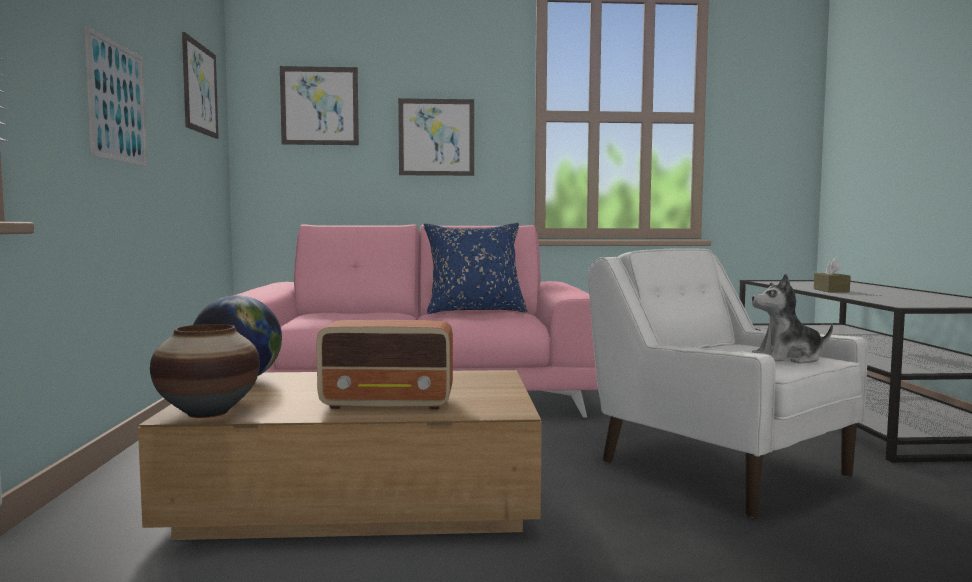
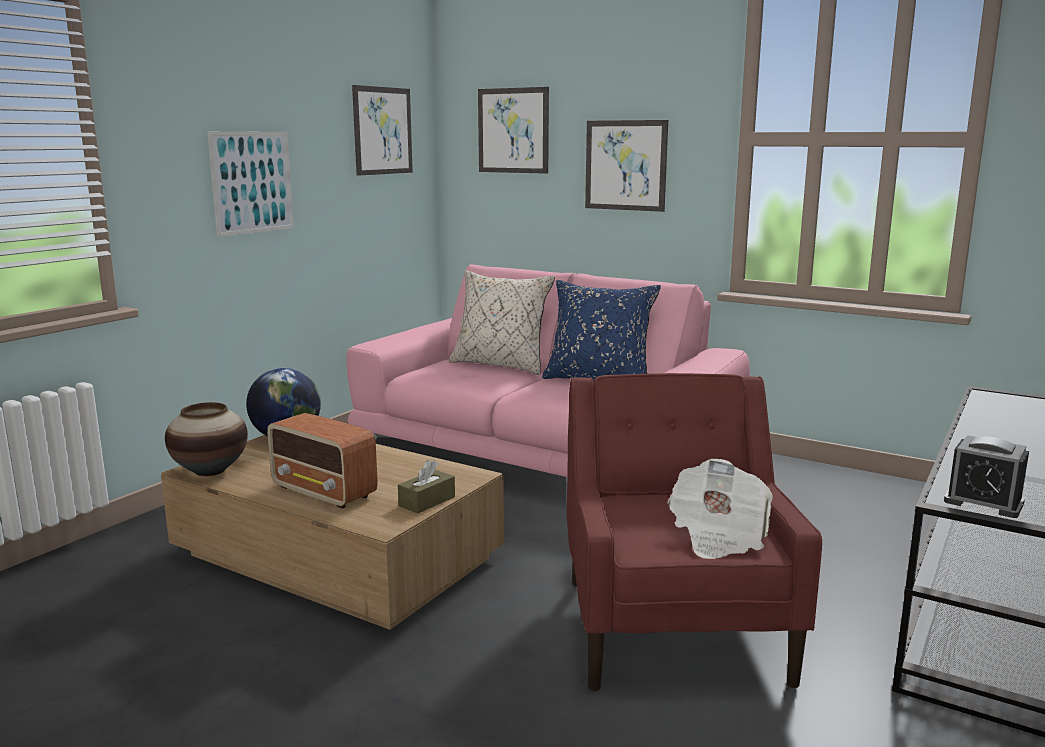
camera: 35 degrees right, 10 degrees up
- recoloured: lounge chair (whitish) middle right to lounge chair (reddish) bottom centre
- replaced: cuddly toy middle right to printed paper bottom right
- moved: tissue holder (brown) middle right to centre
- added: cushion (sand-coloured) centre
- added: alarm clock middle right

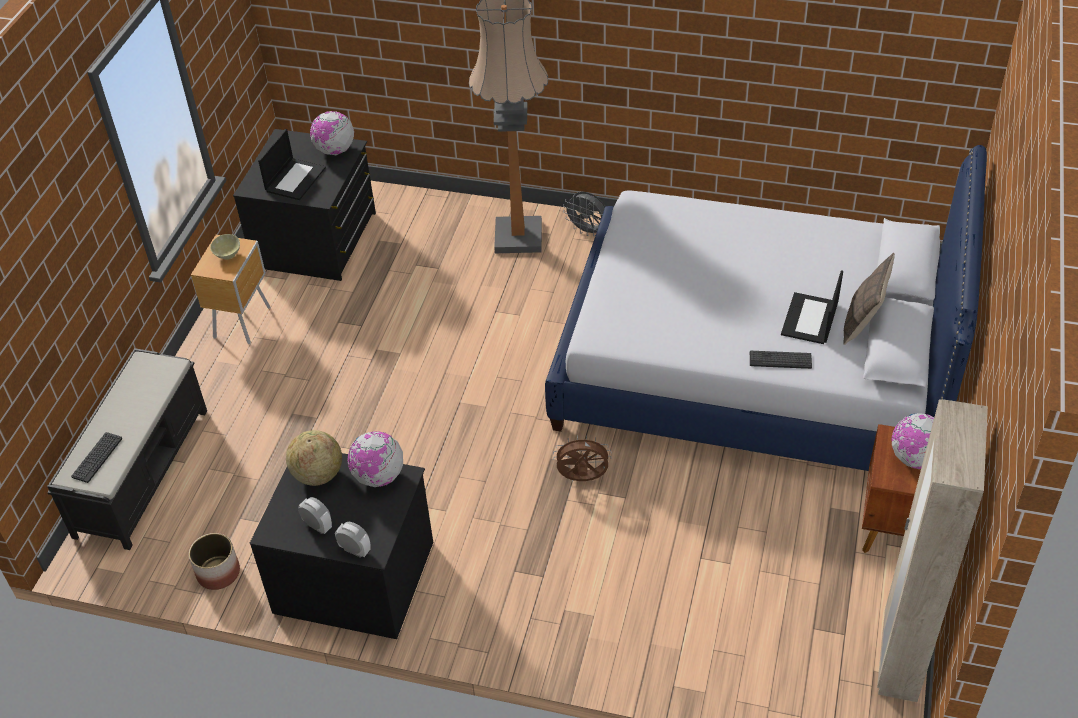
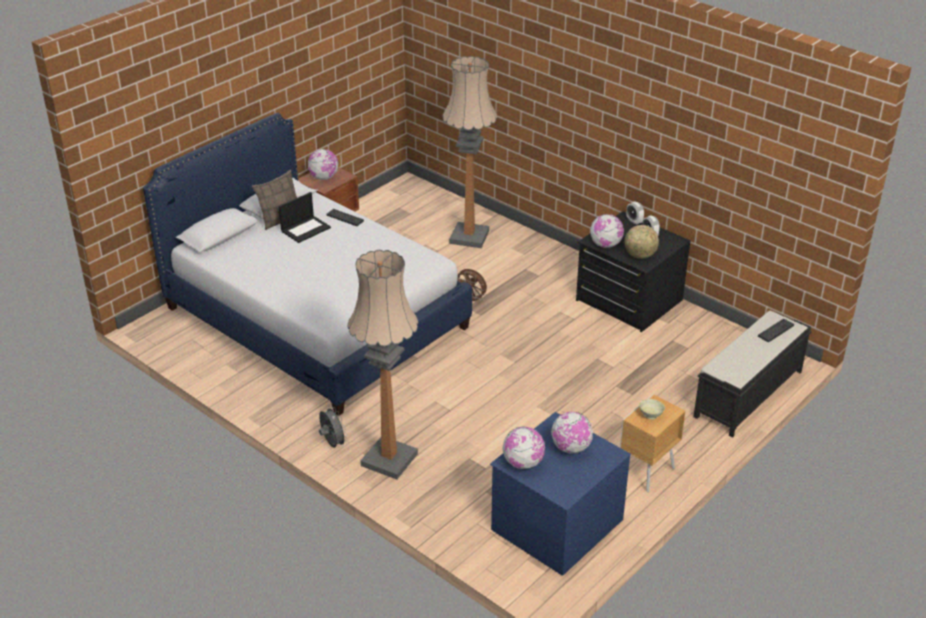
camera: 155 degrees left, 10 degrees down
- removed: plant pot bottom left
- recoloured: dresser (blackish) (1st from left) top left to dresser (bluish) bottom centre
- replaced: portable computer (1st from left) top left to world globe (3rd from left) bottom centre
- removed: armoire (sand-coloured) bottom right
- added: standing lamp (2nd from left) top centre

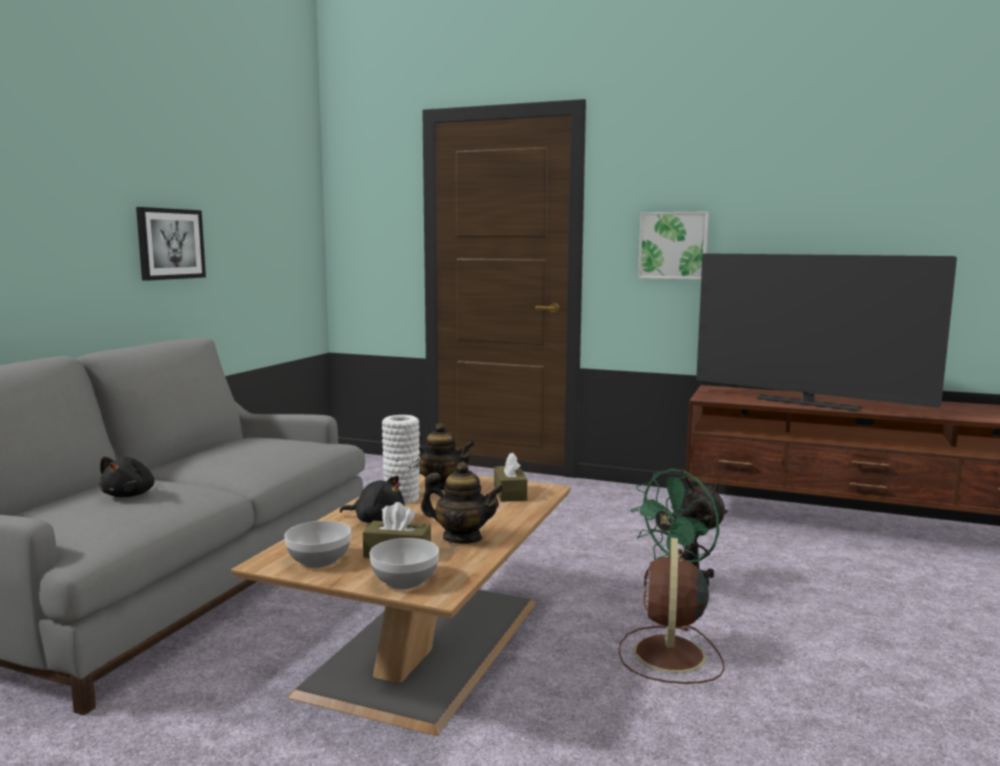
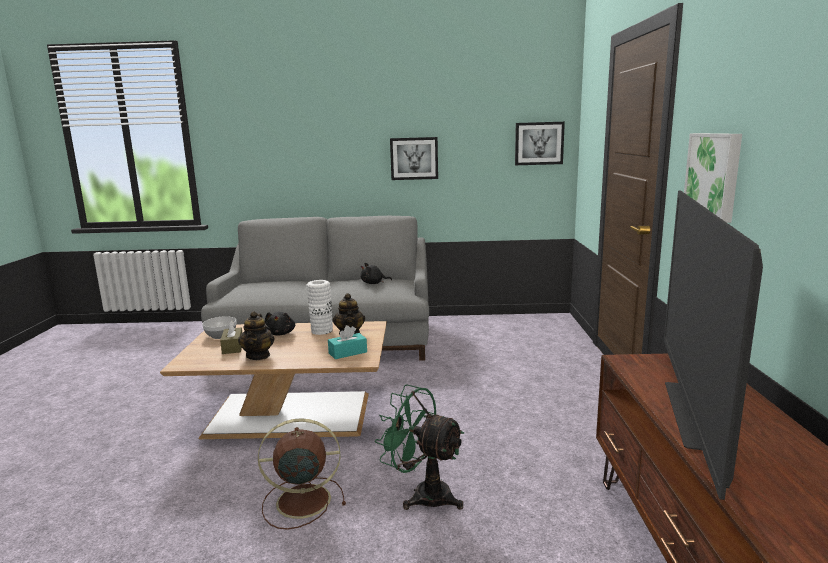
camera: 70 degrees right, 5 degrees up
- moved: cuddly toy (blackish) (1st from left in the first image) middle left to cuddly toy (blackish) (2nd from left) centre
- removed: serving bowl (2nd from left) bottom centre
- recoloured: tissue holder (brown) (2nd from left) centre to tissue holder (turquoise) centre
- added: picture (2nd from left) top centre

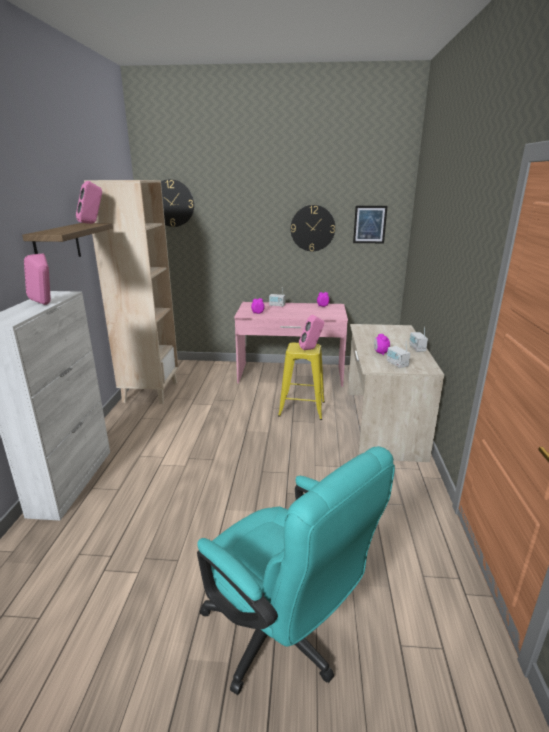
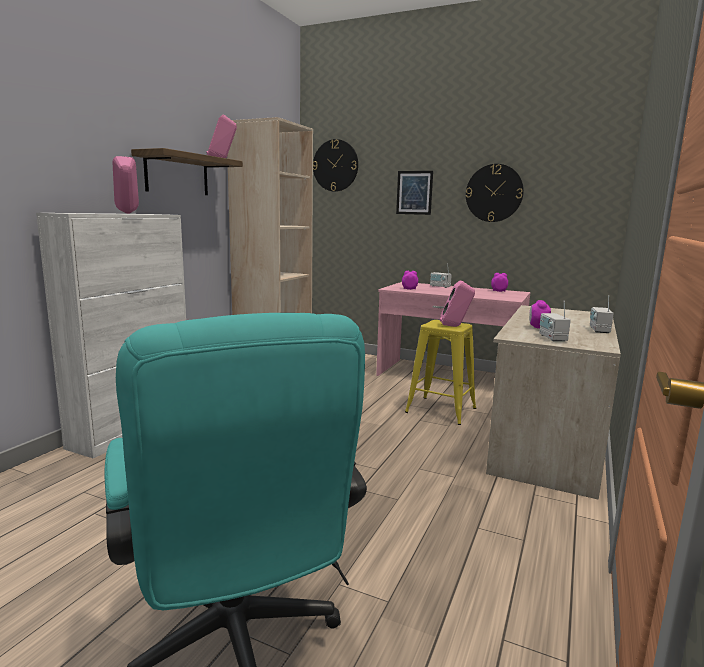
camera: 20 degrees right, 10 degrees down
- moved: picture top right to top centre

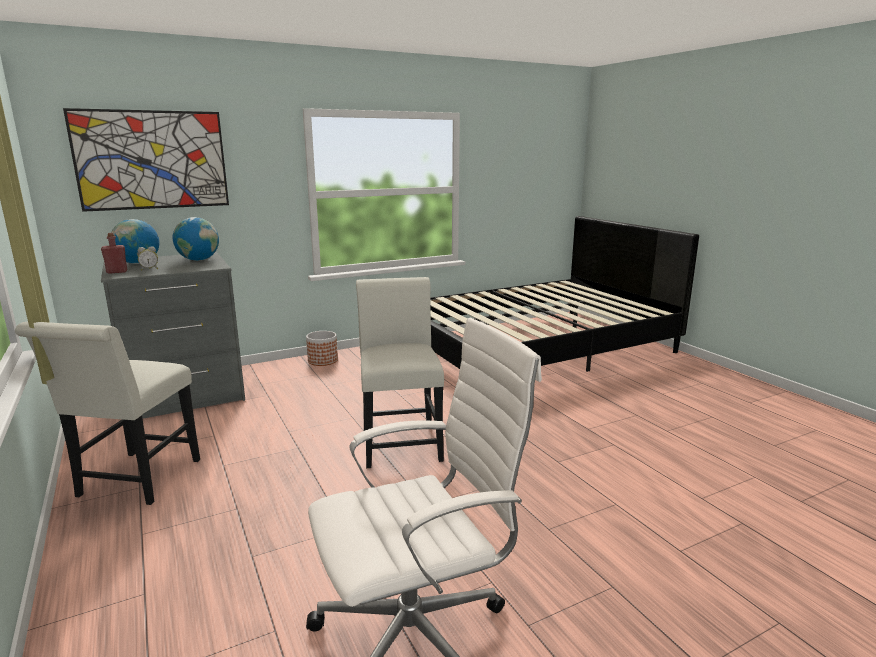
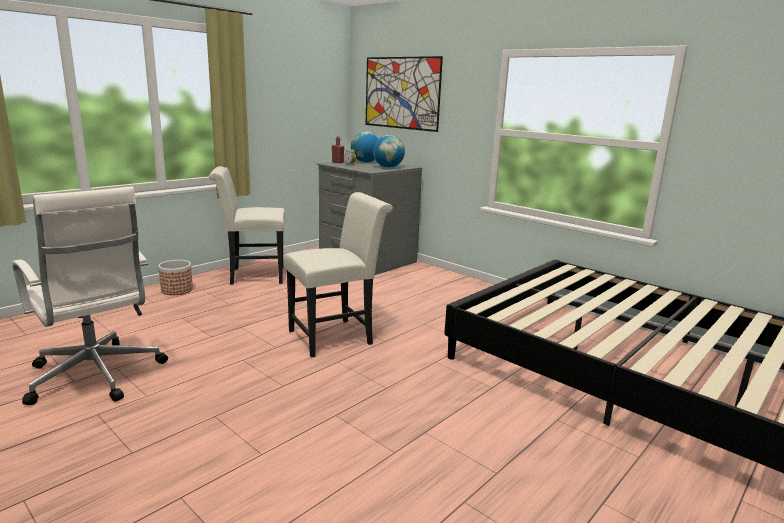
camera: 70 degrees right, 0 degrees up
- moved: plant pot centre to middle left

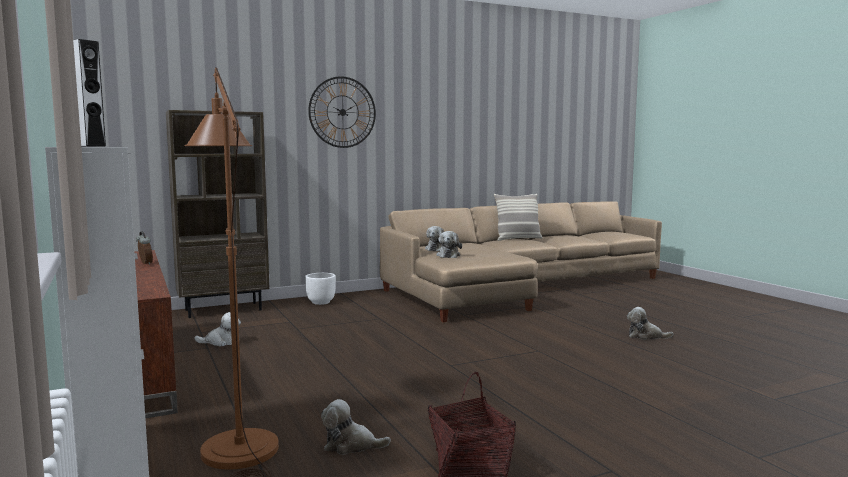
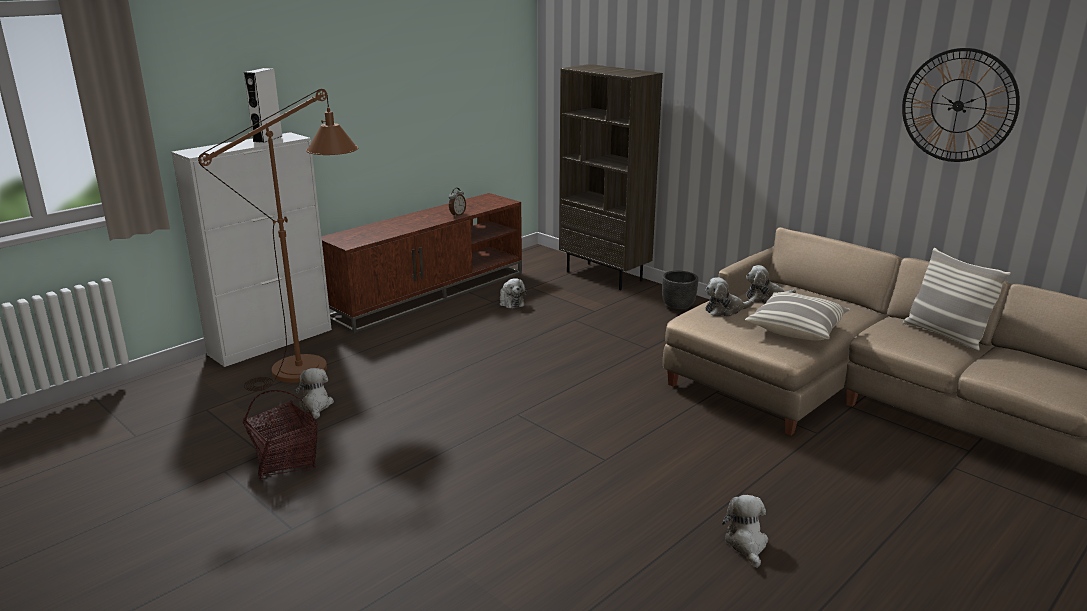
camera: 70 degrees right, 15 degrees up
- recoloured: plant pot (whitish) centre to plant pot (blackish) centre
- moved: wall clock top centre to top right
- added: cushion (1st from left) middle right

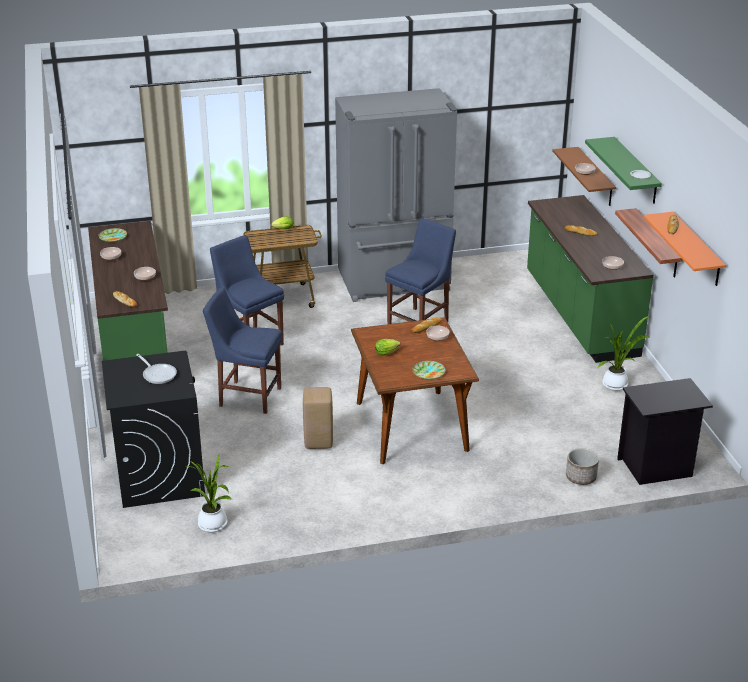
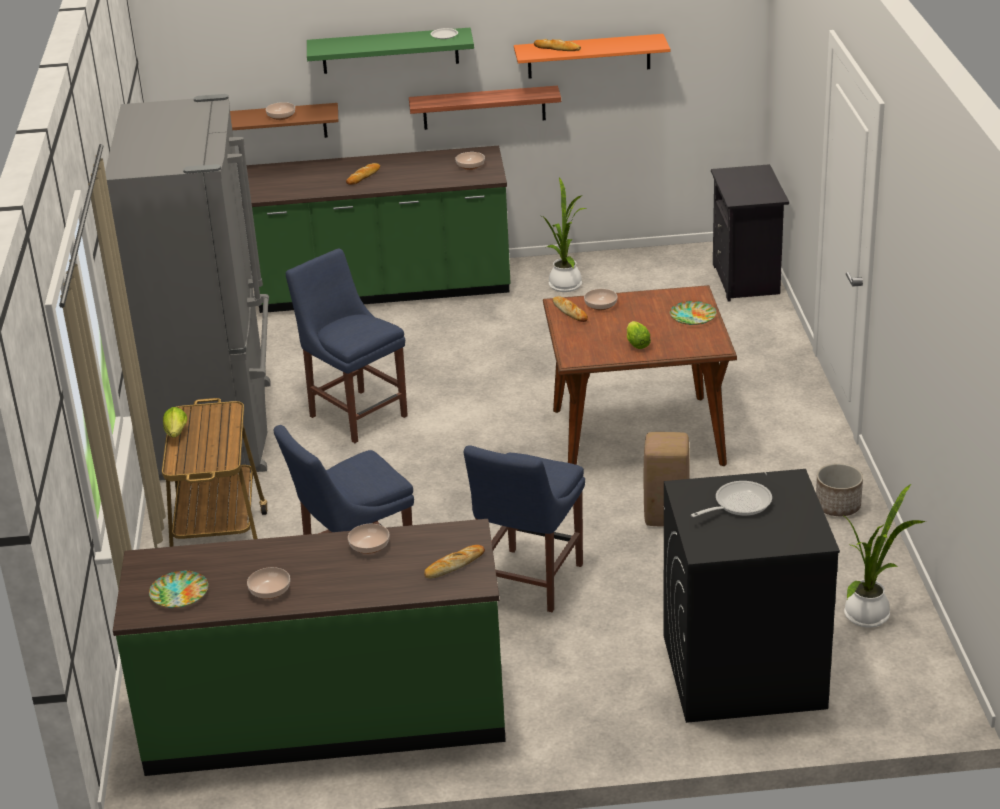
camera: 80 degrees left, 0 degrees up
- moved: plant pot bottom right to middle right

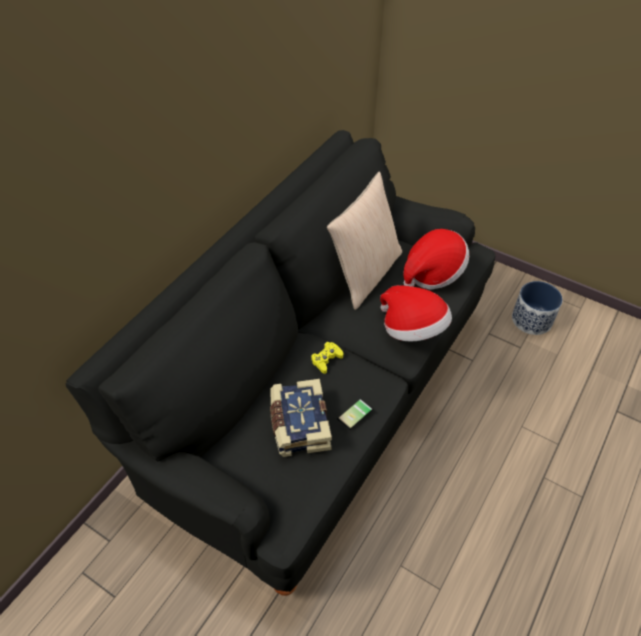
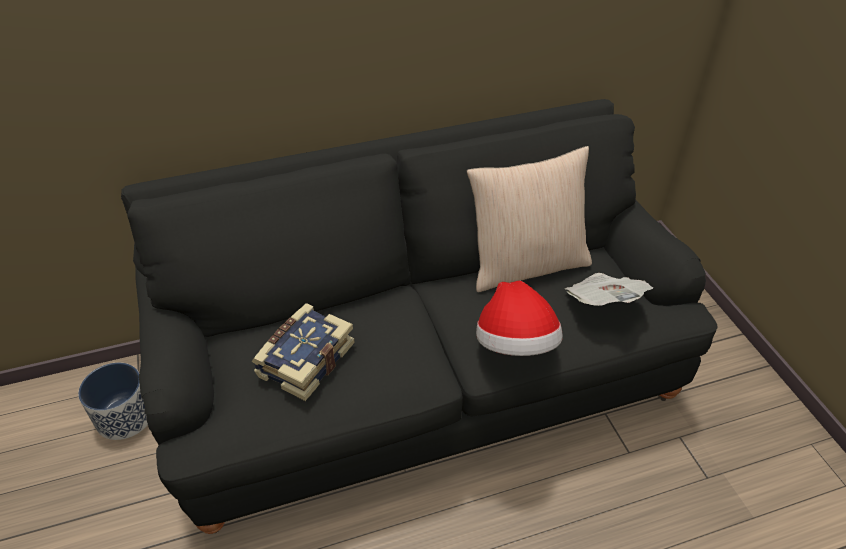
camera: 40 degrees right, 5 degrees down
- removed: joypad (yellow) centre
- removed: phone centre
- replaced: hat (2nd from left) middle right to printed paper middle right
- moved: plant pot middle right to bottom left

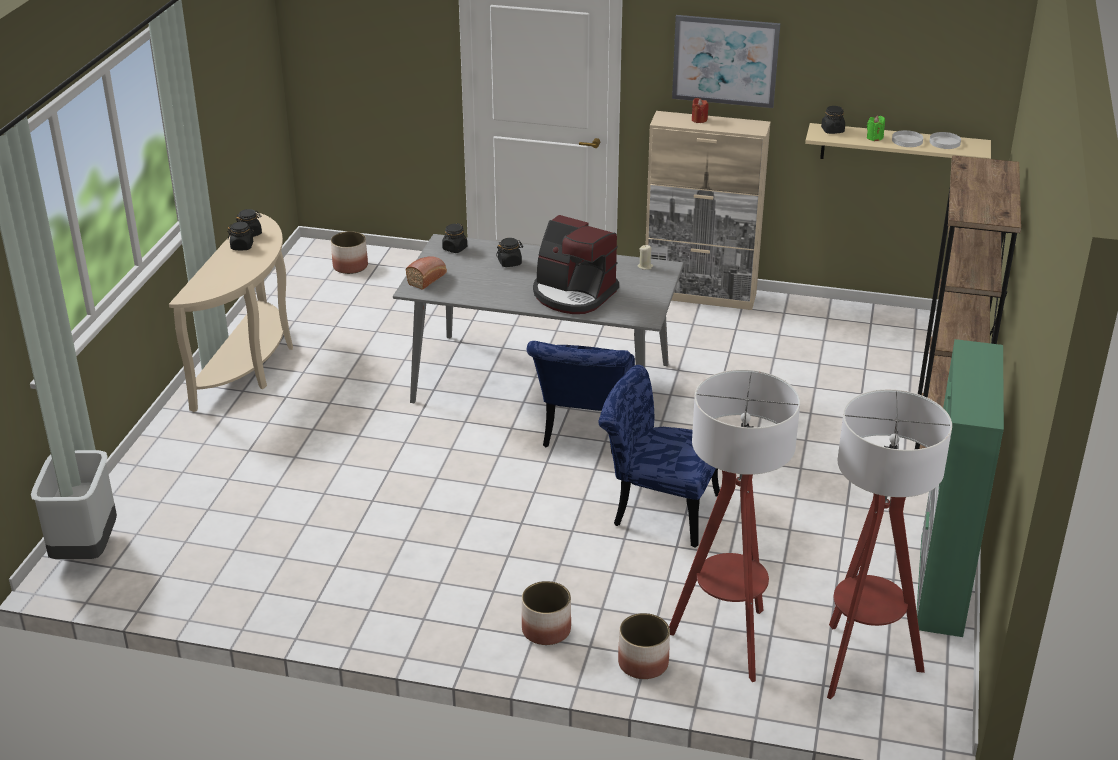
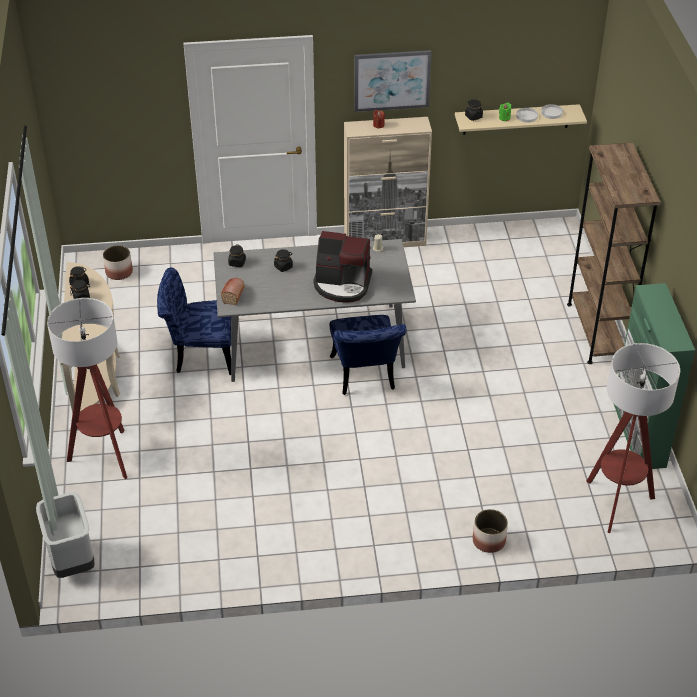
camera: 20 degrees left, 10 degrees up
- removed: plant pot (2nd from left) bottom centre
- moved: plain chair (bluish) (2nd from left in the first image) centre to plain chair (bluish) (1st from left) middle left
- moved: standing lamp (1st from left) bottom centre to middle left

